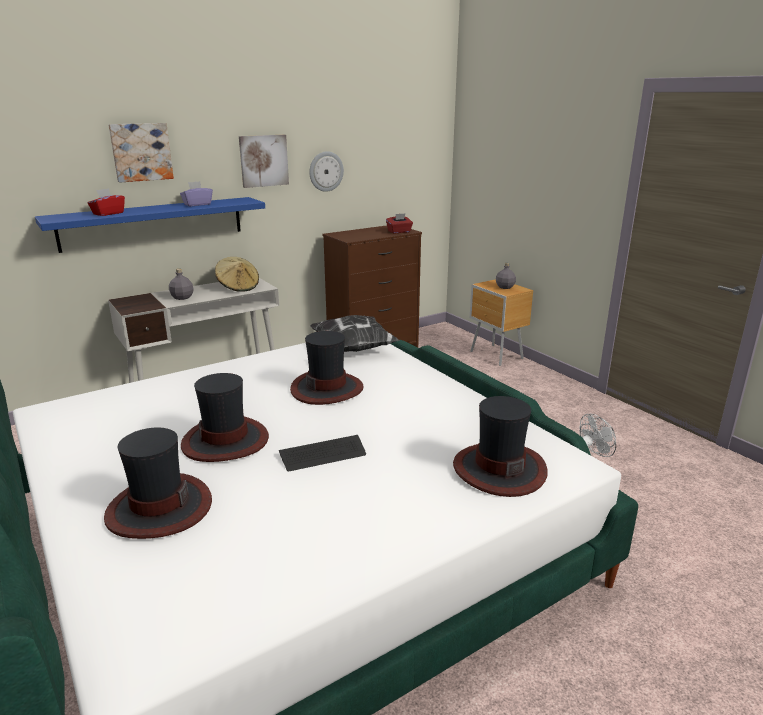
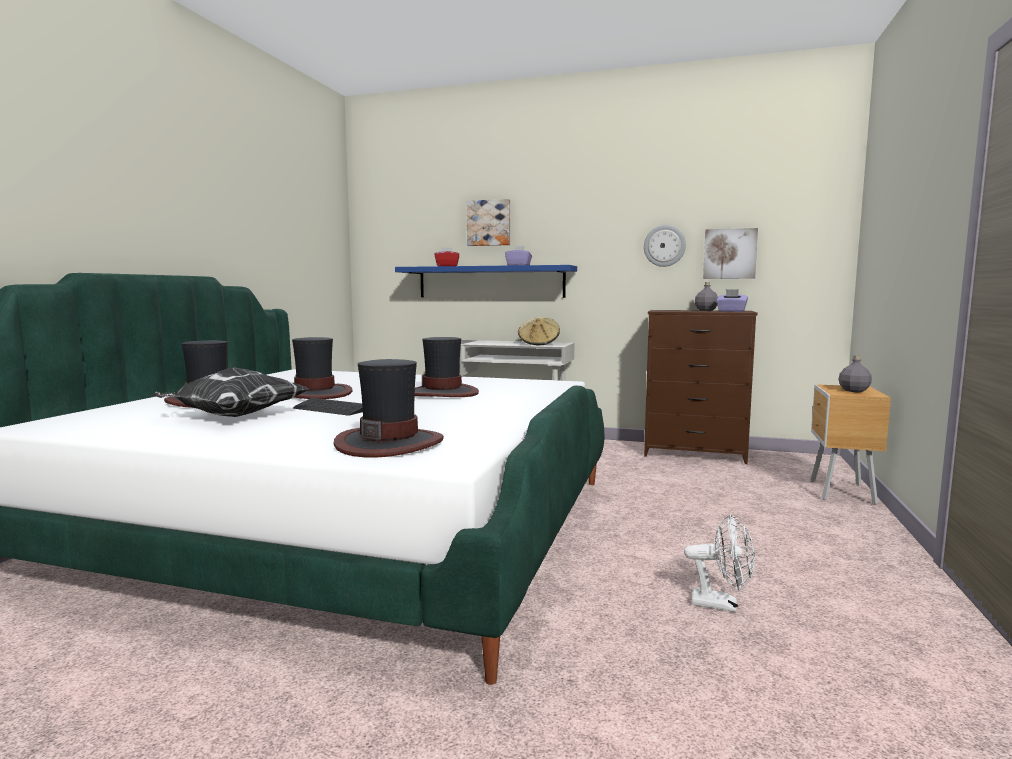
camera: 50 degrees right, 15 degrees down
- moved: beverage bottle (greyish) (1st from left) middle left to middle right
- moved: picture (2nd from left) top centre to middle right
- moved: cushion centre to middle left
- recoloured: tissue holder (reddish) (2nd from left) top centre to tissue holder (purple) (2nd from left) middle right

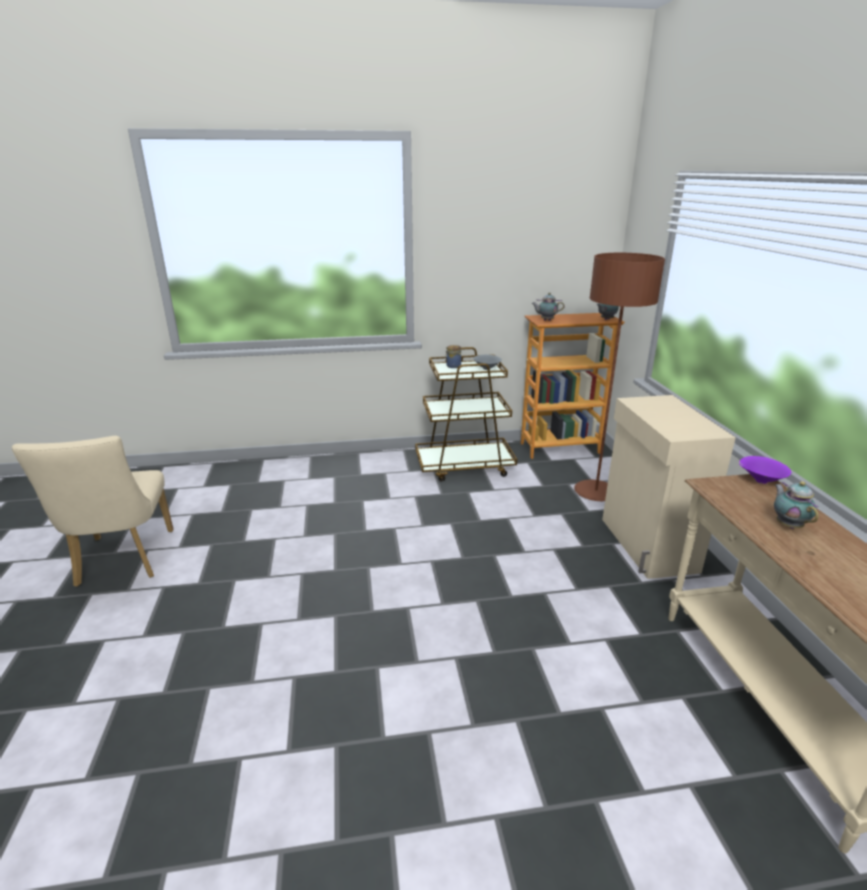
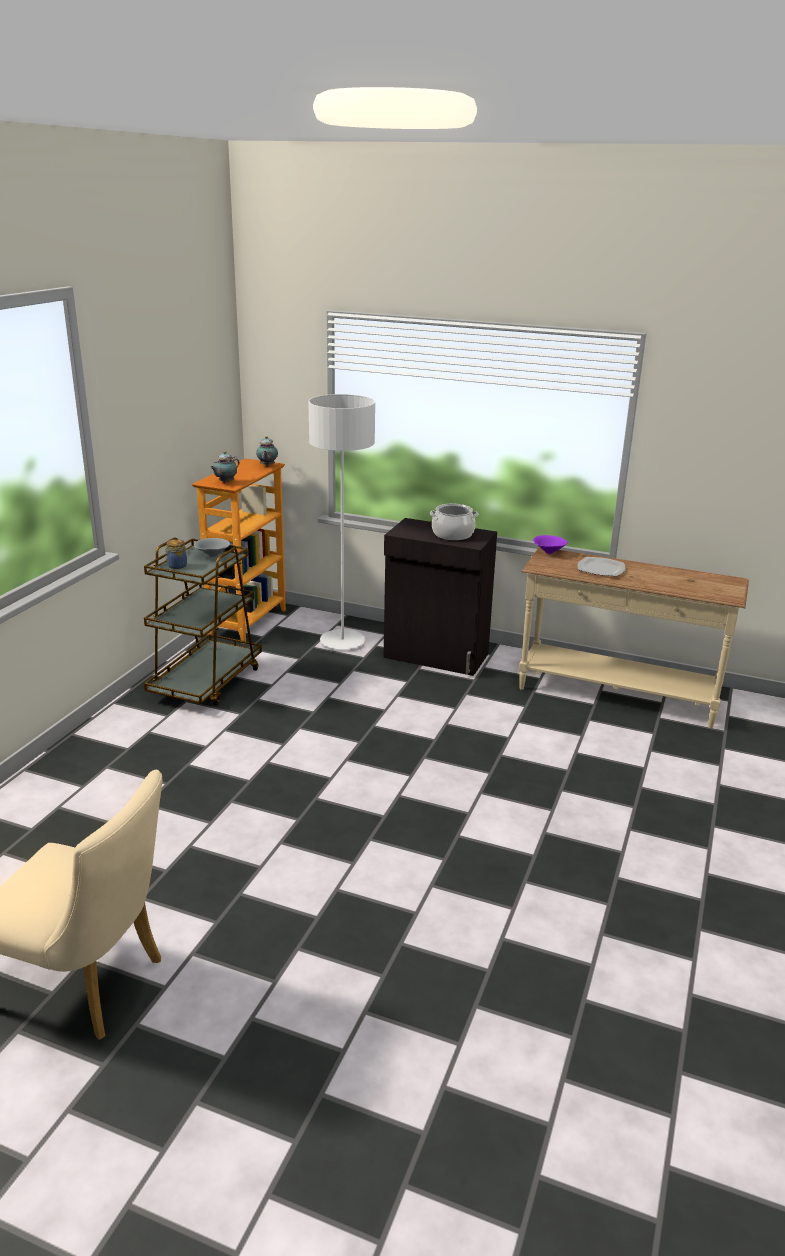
camera: 60 degrees left, 0 degrees up
- recoloured: standing lamp (brown) middle right to standing lamp (greyish) centre
- recoloured: storage cabinet (sand-coloured) middle right to storage cabinet (blackish) centre
- replaced: tea pot (3rd from left) middle right to plate middle right
- added: cooking pot centre

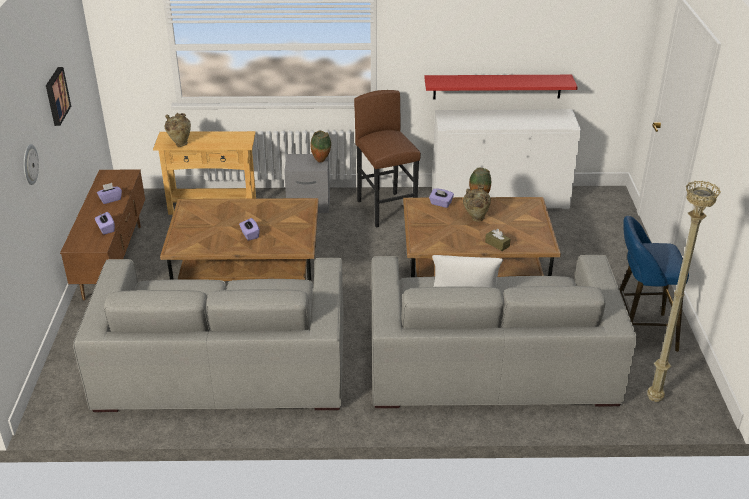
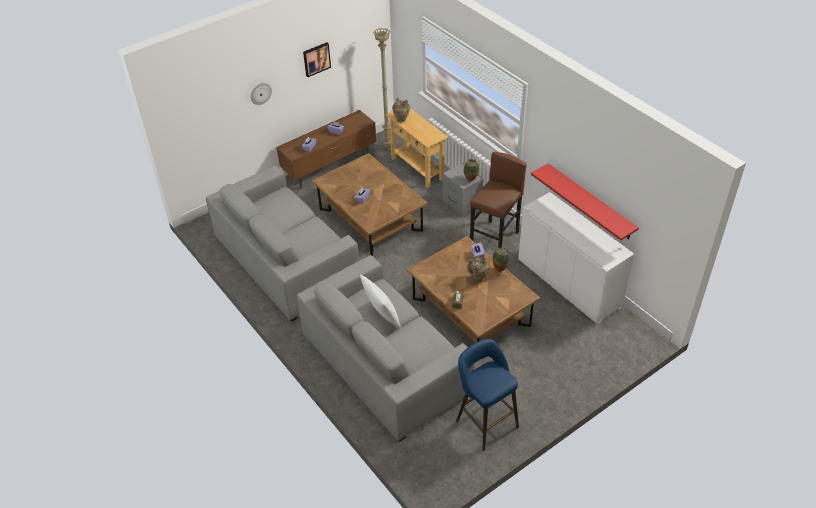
camera: 55 degrees right, 10 degrees up
- moved: standing lamp (sand-coloured) middle right to top centre

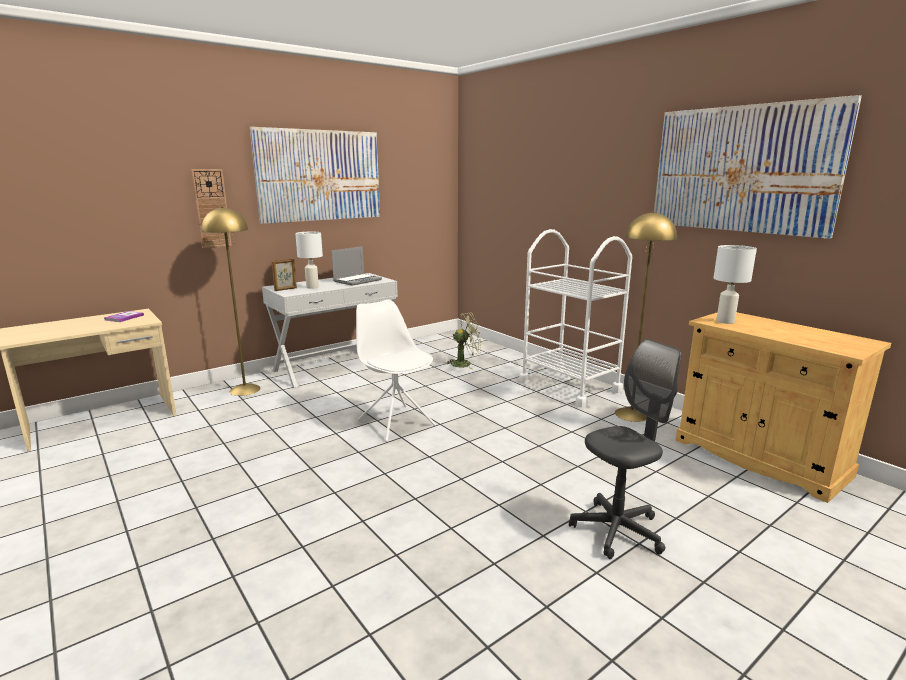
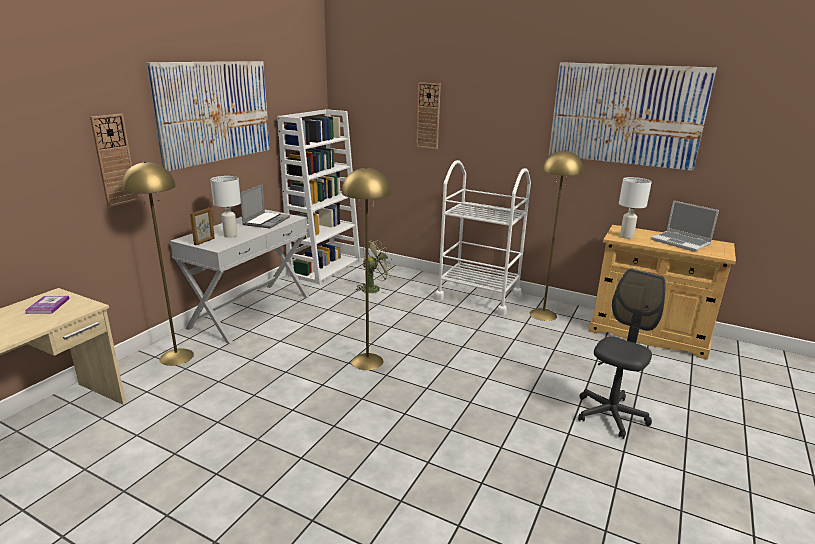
camera: 25 degrees left, 5 degrees up
- replaced: plain chair (whitish) centre to standing lamp (yellow) (2nd from left) centre
- added: bookshelf (whitish) centre
- added: wall clock (2nd from left) top centre
- added: portable computer (2nd from left) middle right

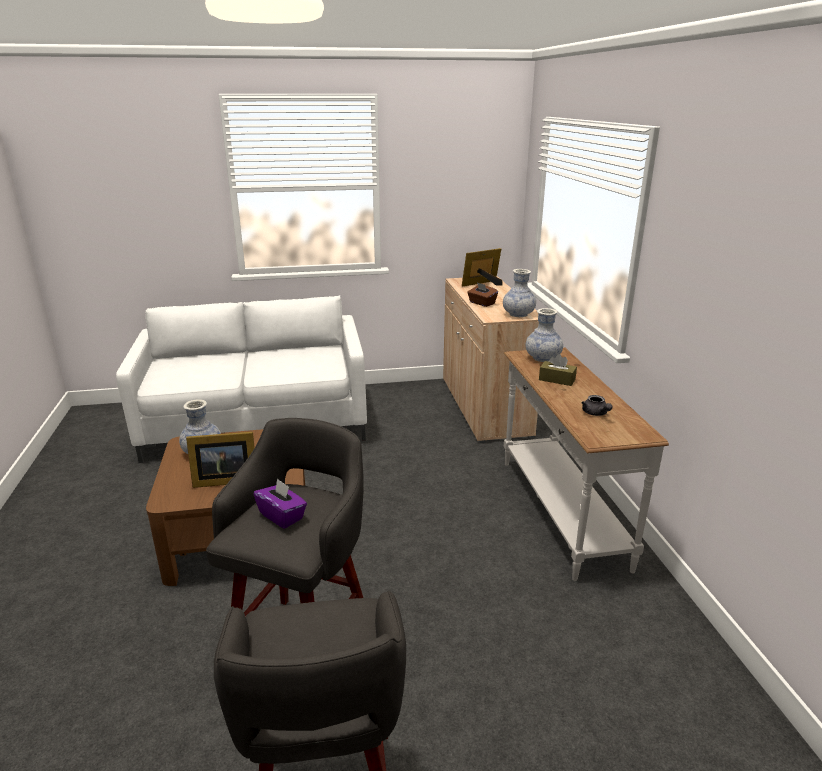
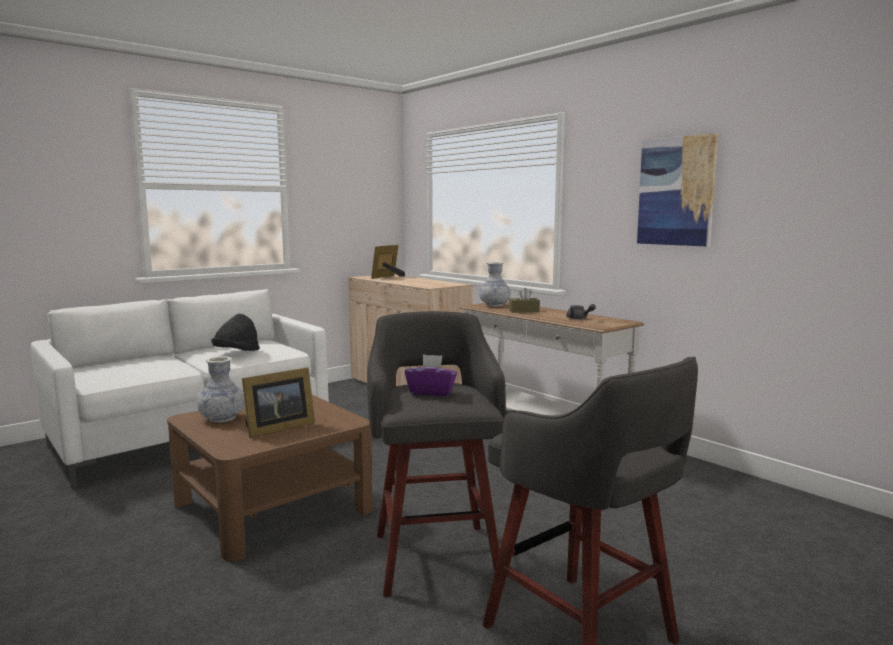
camera: 30 degrees left, 15 degrees down
- removed: tissue holder (brown) (1st from left) centre
- removed: flower vase (2nd from left) centre
- added: hat (blackish) middle left
- added: picture top right

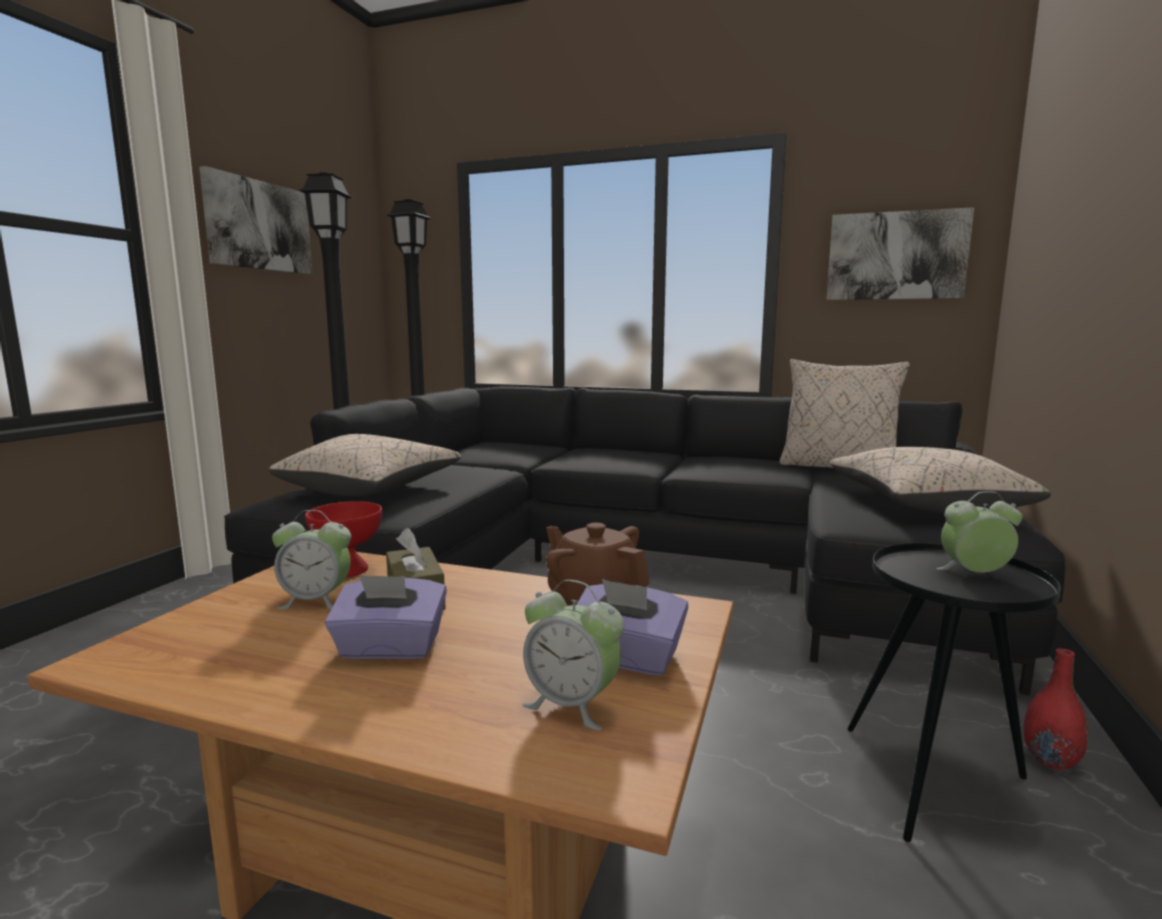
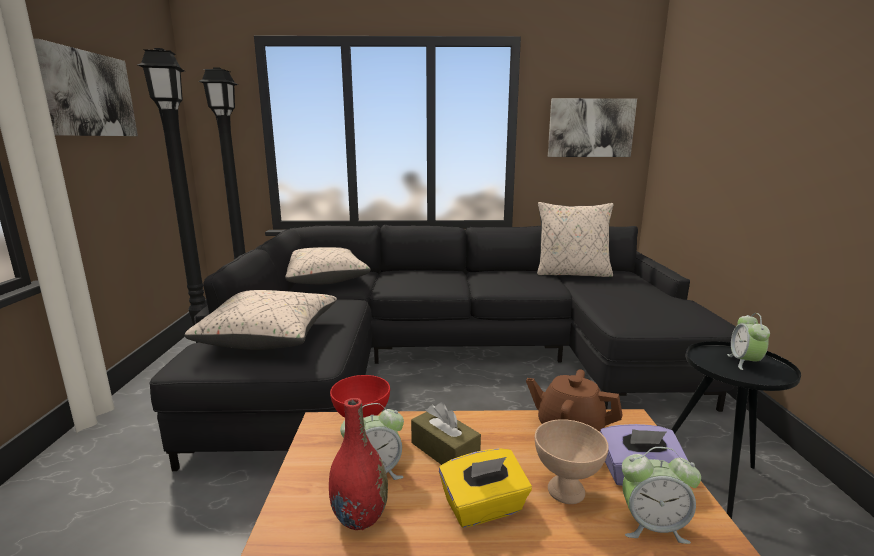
camera: 20 degrees left, 5 degrees up
- recoloured: tissue holder (purple) (1st from left) bottom left to tissue holder (yellow) bottom centre
- moved: cushion (sand-coloured) (3rd from left in the first image) middle right to cushion (sand-coloured) (2nd from left) centre
- turned: alarm clock (3rd from left) middle right = middle right 60 degrees counterclockwise
- moved: flower vase (reddish) bottom right to bottom centre
- added: serving bowl (sand-coloured) bottom centre

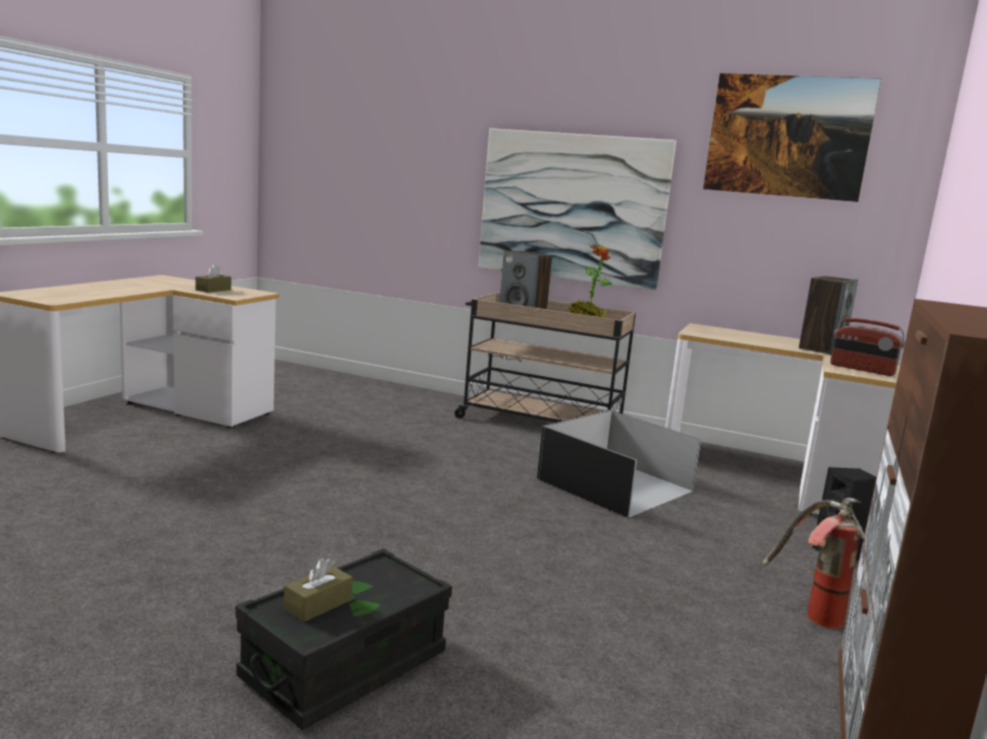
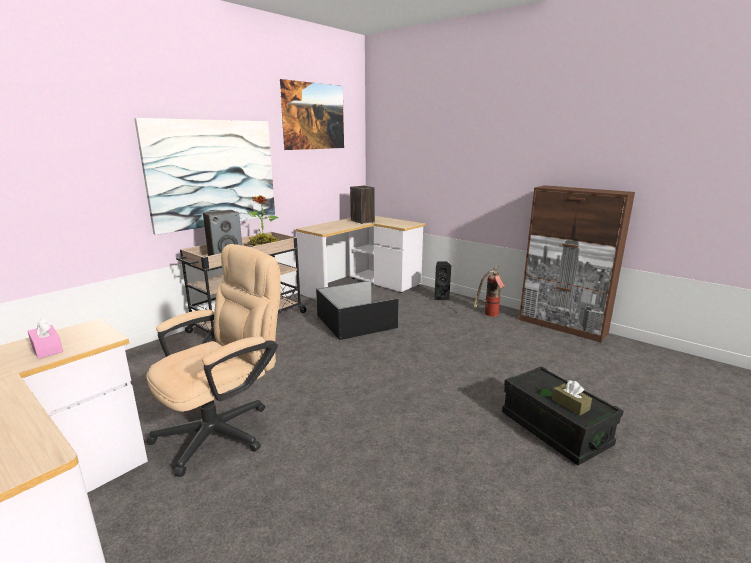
camera: 70 degrees left, 5 degrees up
- recoloured: tissue holder (brown) (1st from left) middle left to tissue holder (pink) middle left
- removed: radio receiver middle right
- added: computer chair (sand-coloured) middle left

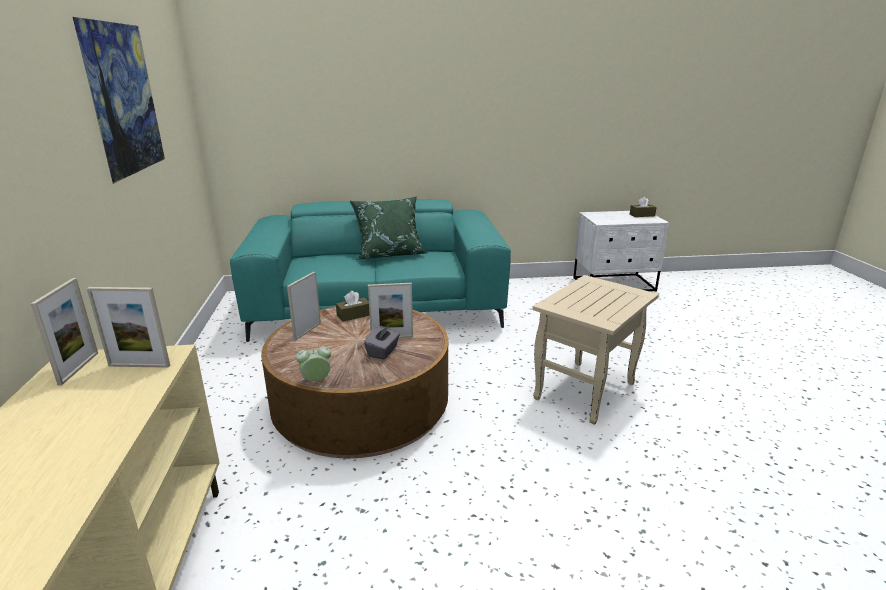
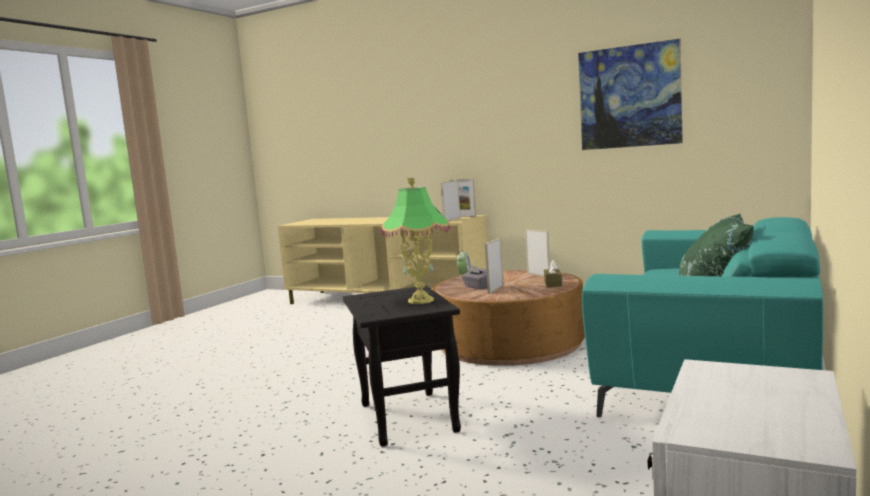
camera: 125 degrees right, 15 degrees down
- recoloured: accent table (sand-coloured) middle right to accent table (blackish) bottom centre
- removed: tissue holder (brown) (2nd from left) middle right
- added: lamp for a table centre

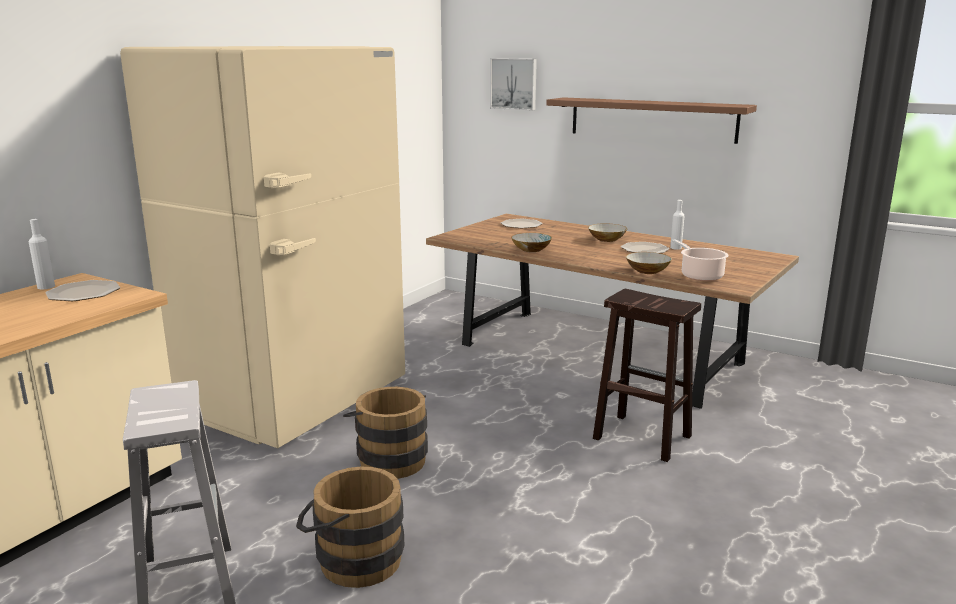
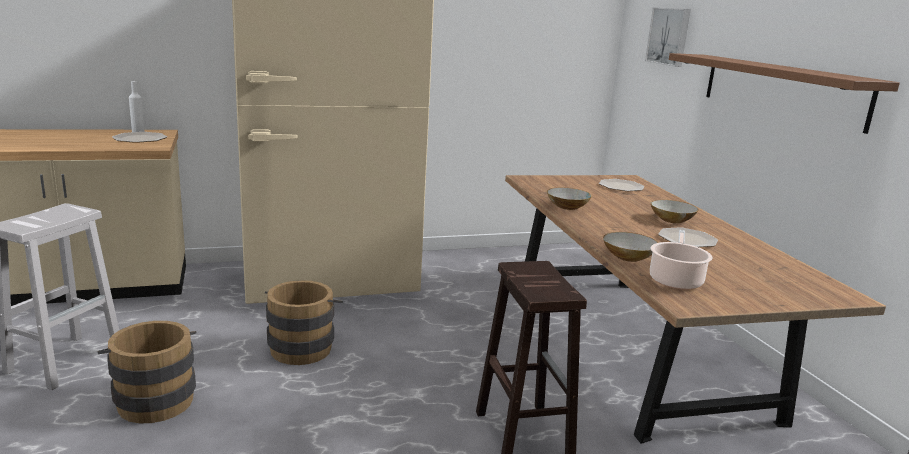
camera: 40 degrees right, 0 degrees up
- removed: beverage bottle (whitish) (2nd from left) middle right

